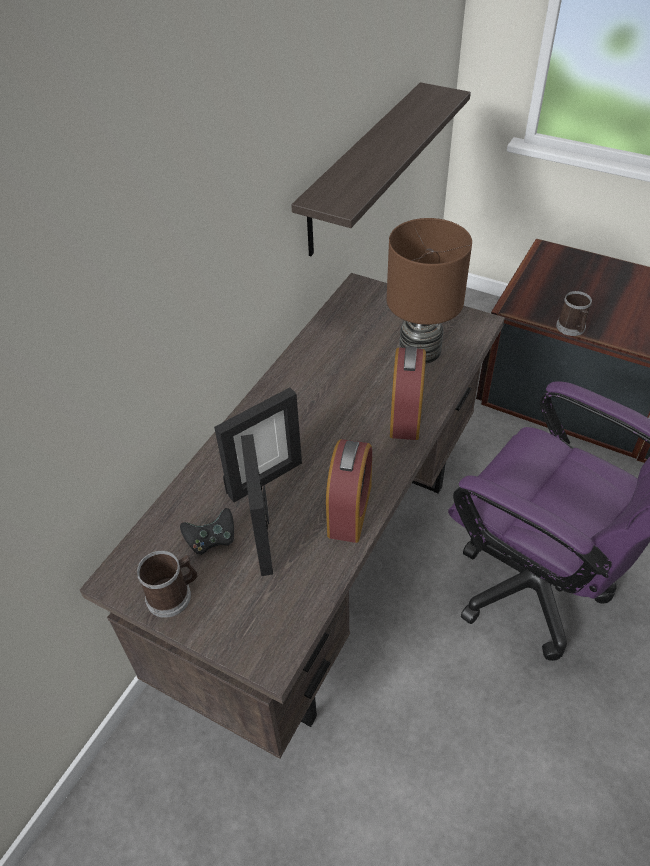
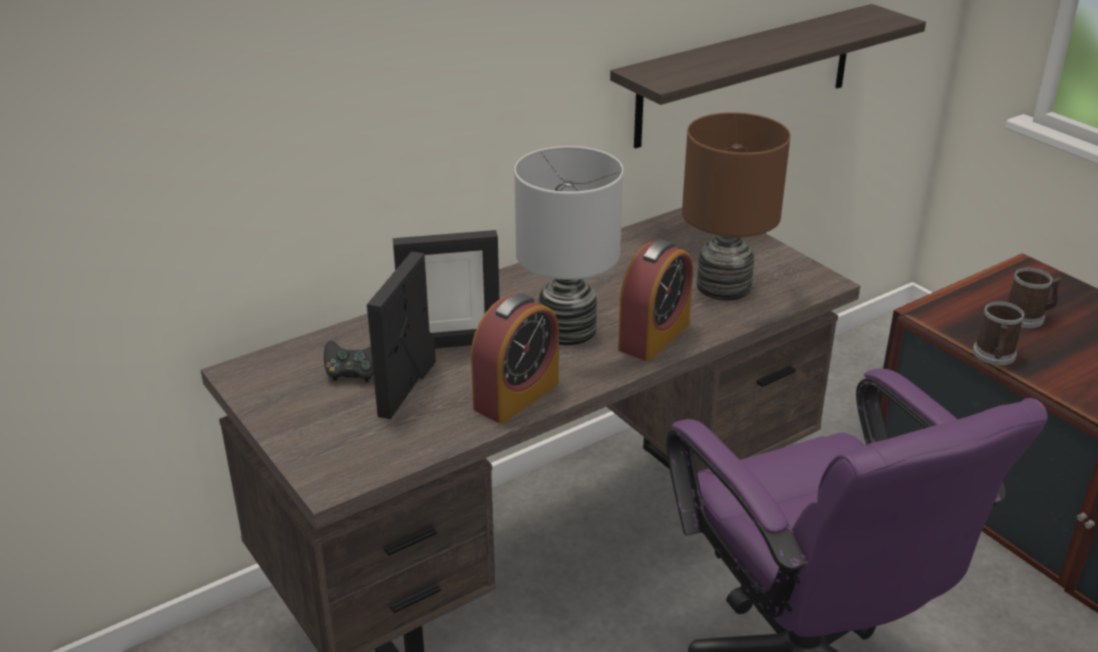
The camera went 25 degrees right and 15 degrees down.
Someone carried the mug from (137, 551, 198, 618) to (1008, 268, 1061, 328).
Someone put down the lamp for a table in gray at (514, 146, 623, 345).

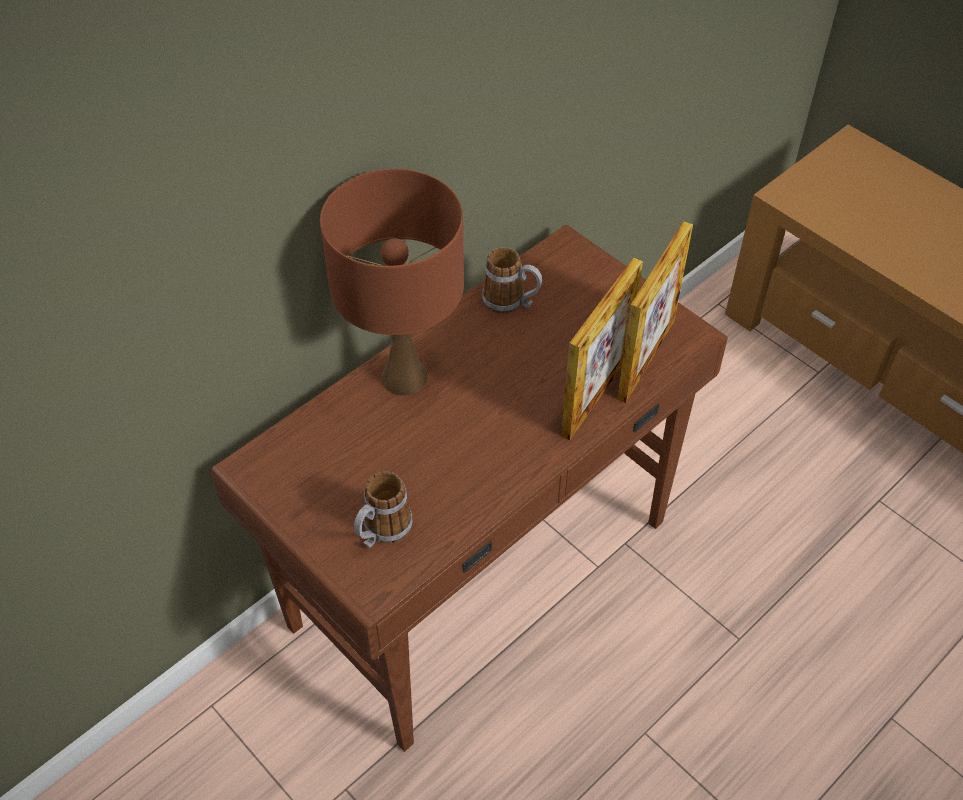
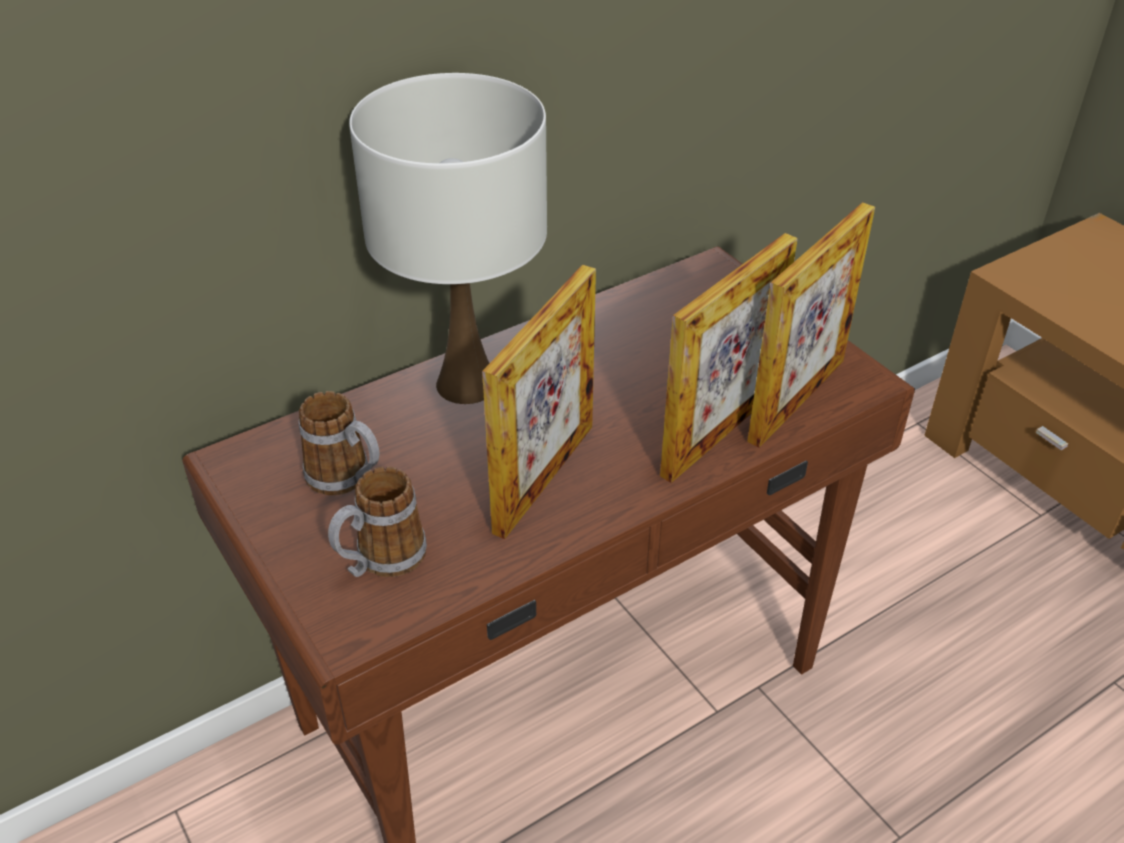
The camera went 10 degrees right and 10 degrees down.
Someone repainted the lamp for a table in brownish at (320, 169, 464, 396), which became the lamp for a table in white at (349, 73, 547, 404).
Someone carried the mug from (482, 247, 542, 314) to (299, 391, 380, 495).
Someone put down the standing frame at (482, 264, 596, 539).

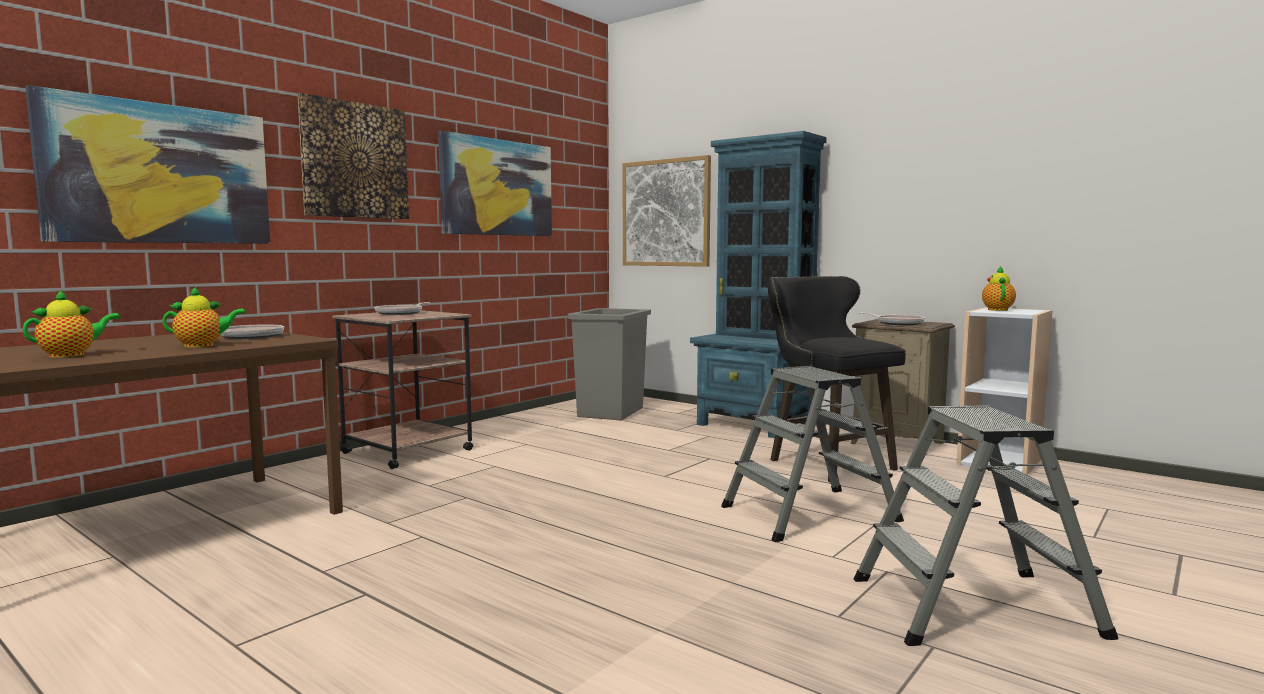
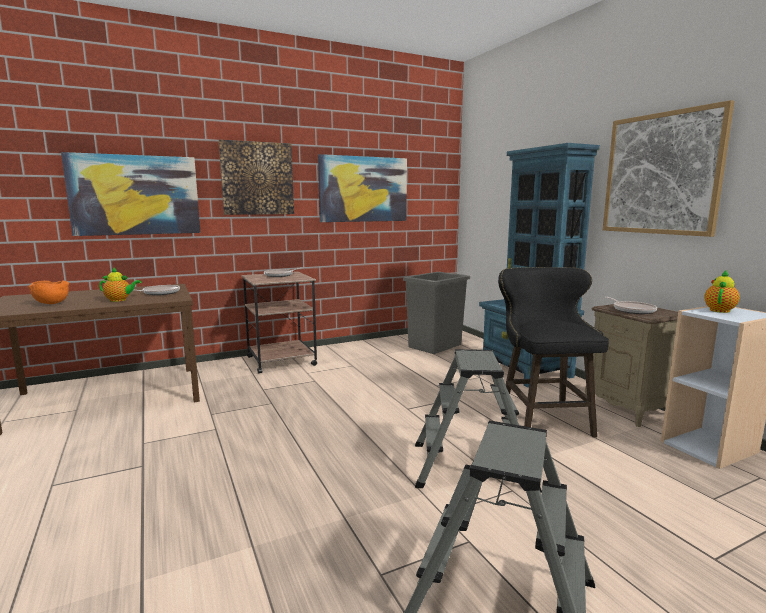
The camera went 25 degrees right and 5 degrees up.
Someone carried the wall art from (623, 155, 711, 267) to (603, 100, 735, 237).
Someone swapped the teapot at (23, 290, 121, 358) for the serving bowl in orange at (28, 280, 69, 304).

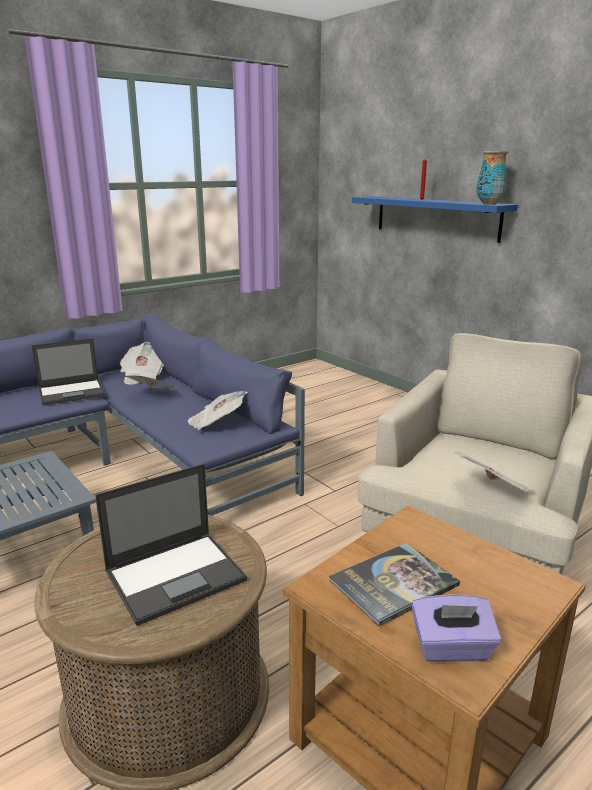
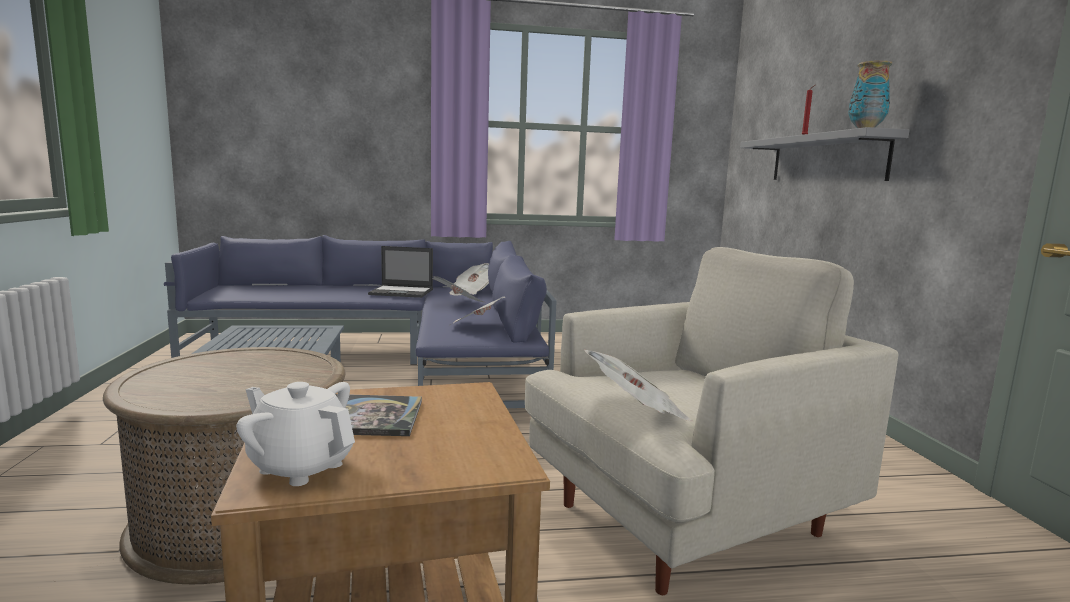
The camera went 30 degrees right and 10 degrees down.
Someone repainted the bracket shelf in blue at (352, 196, 518, 243), which became the bracket shelf in gray at (740, 127, 910, 181).
Someone took away the notebook computer at (95, 464, 247, 626).
Someone swapped the tissue box in purple-coloured at (411, 594, 501, 662) for the teapot in white at (236, 382, 355, 486).

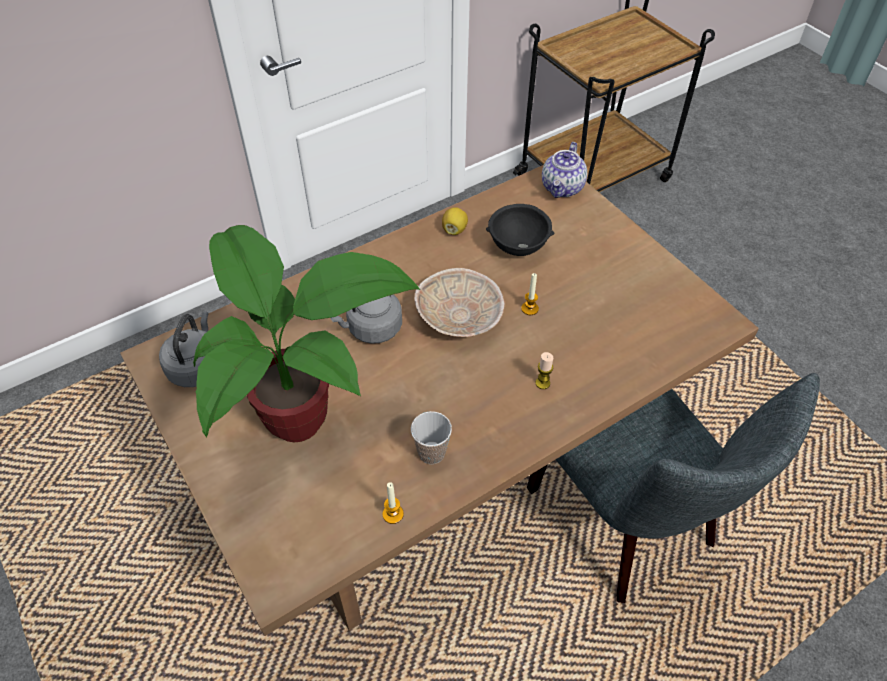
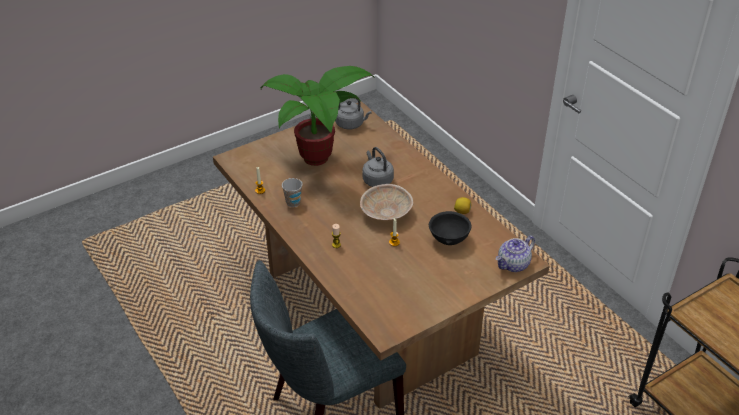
The camera went 90 degrees right and 10 degrees down.
Someone rotated the teapot at (542, 142, 587, 198) by 60 degrees counterclockwise.

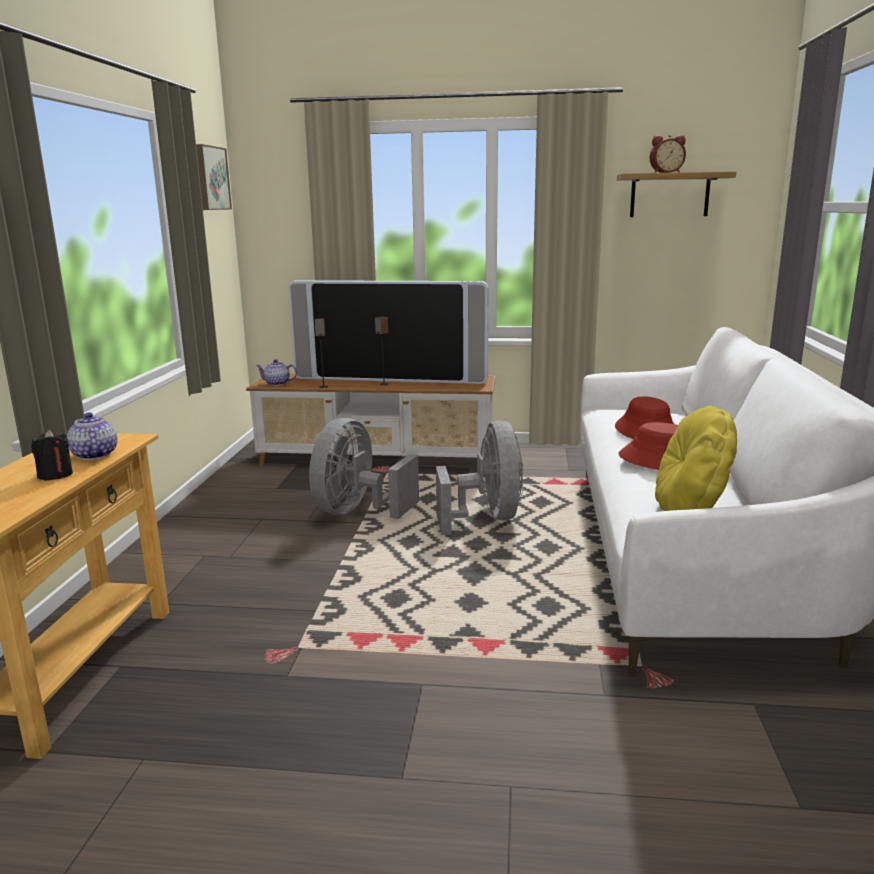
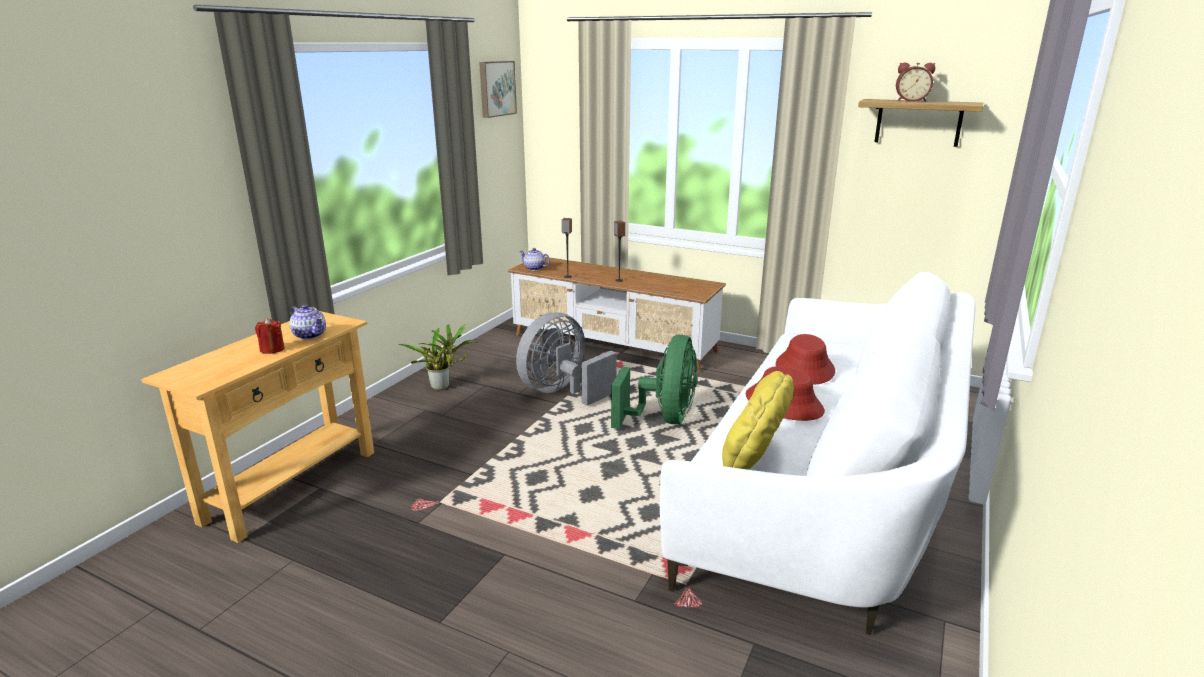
The camera went 20 degrees right and 5 degrees up.
Someone took away the television at (288, 280, 489, 384).
Someone rotated the teapot at (67, 412, 117, 460) by 135 degrees clockwise.
Someone repainted the fan in gray at (436, 421, 523, 535), which became the fan in greenish at (611, 334, 698, 429).
Someone repainted the candle in black at (31, 430, 73, 481), which became the candle in reddish at (255, 318, 285, 354).
Someone put down the potted plant at (398, 324, 478, 390).

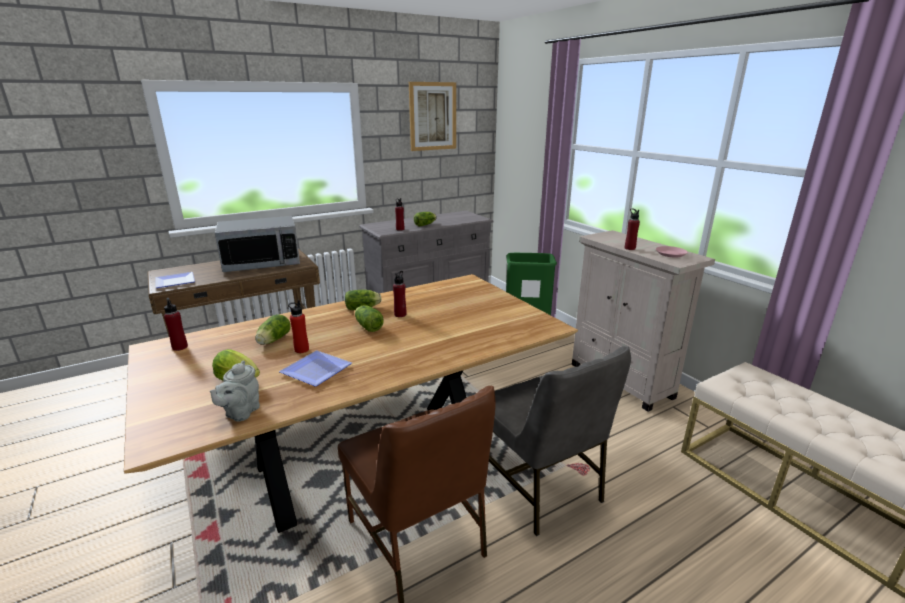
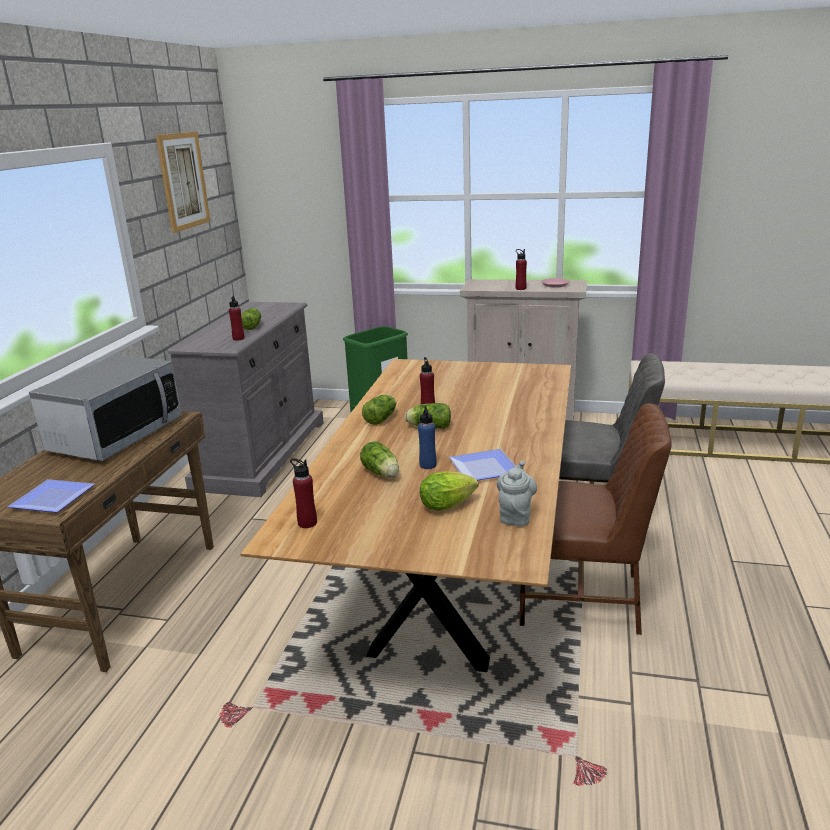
The camera went 45 degrees left and 0 degrees up.
Someone repainted the drink bottle in reddish at (288, 301, 309, 353), which became the drink bottle in blue at (418, 406, 436, 469).
Someone rotated the teapot in gray at (210, 361, 260, 422) by 135 degrees counterclockwise.

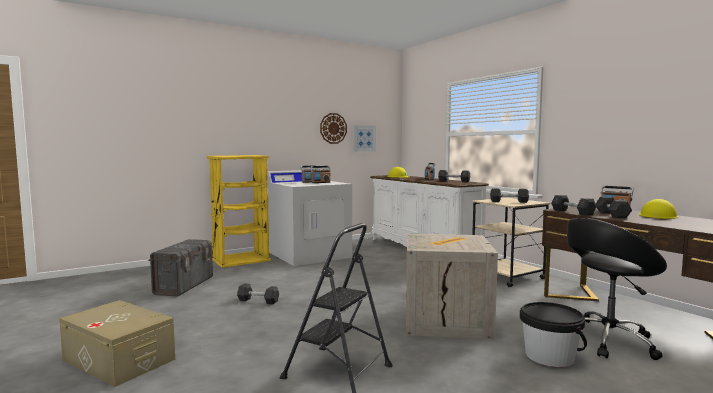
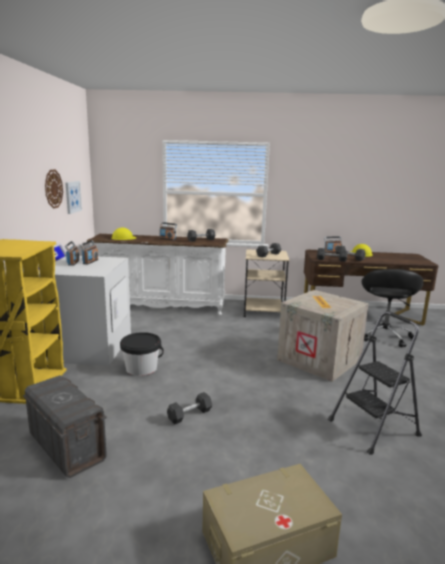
The camera went 55 degrees left and 10 degrees up.
Someone carried the water bucket in black from (520, 302, 587, 367) to (120, 332, 164, 376).

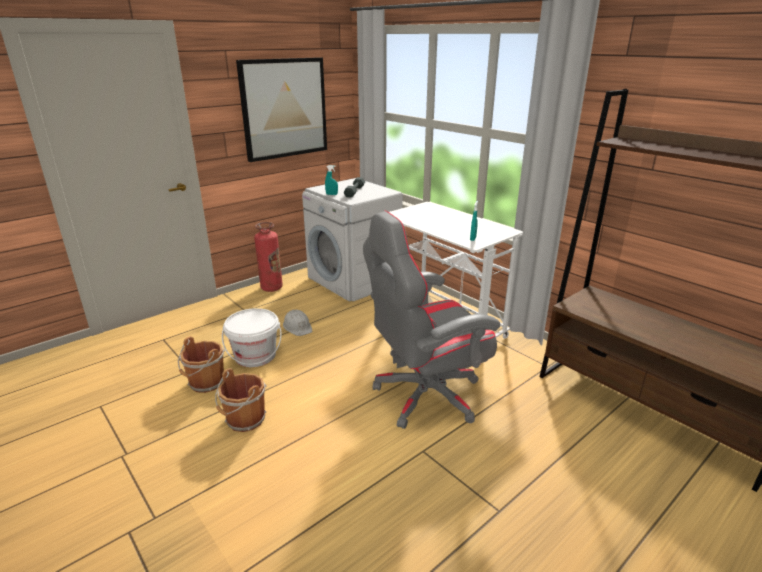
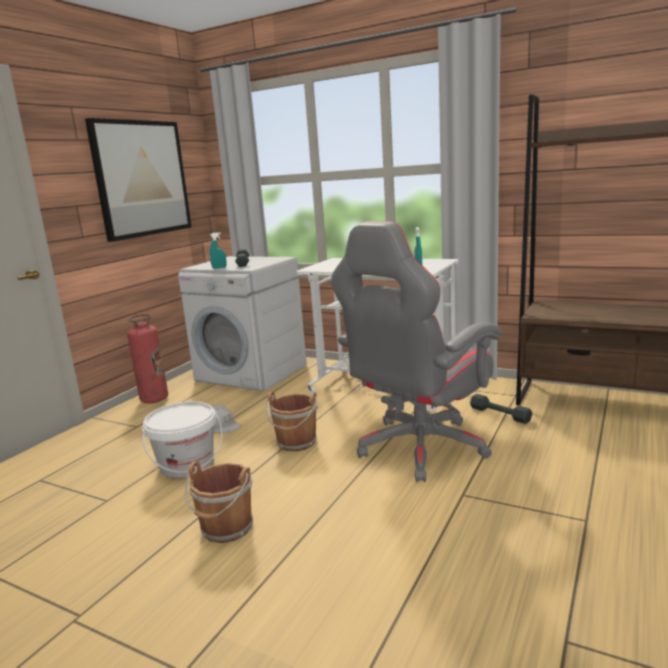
The camera went 20 degrees left and 10 degrees down.
Someone carried the water bucket in brownish from (178, 337, 225, 393) to (266, 391, 318, 451).
Someone put down the dumbbell in gray at (470, 394, 532, 424).

